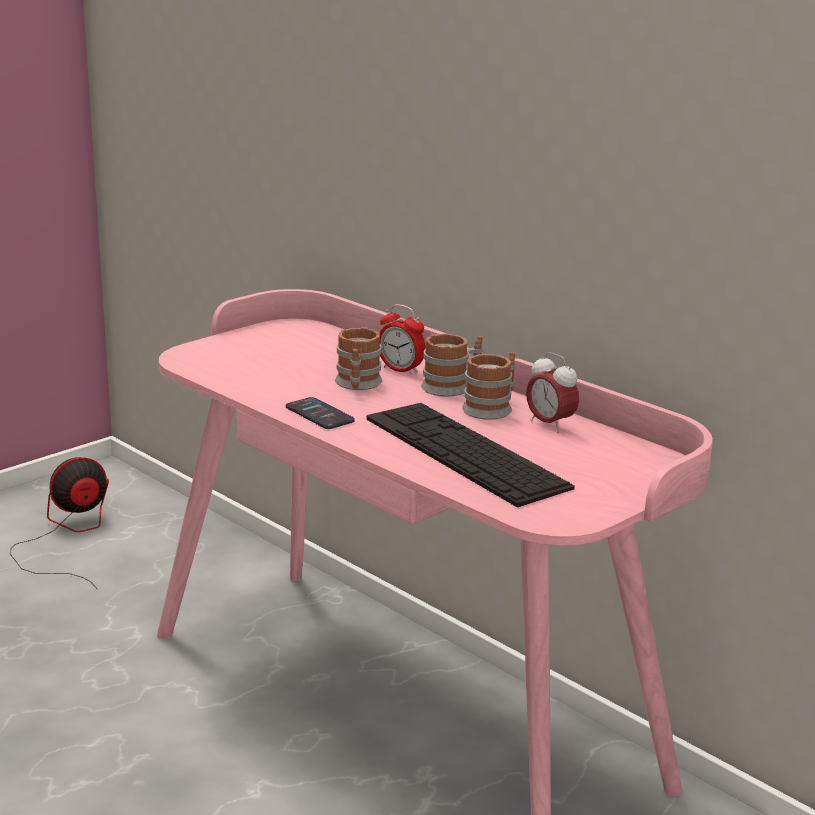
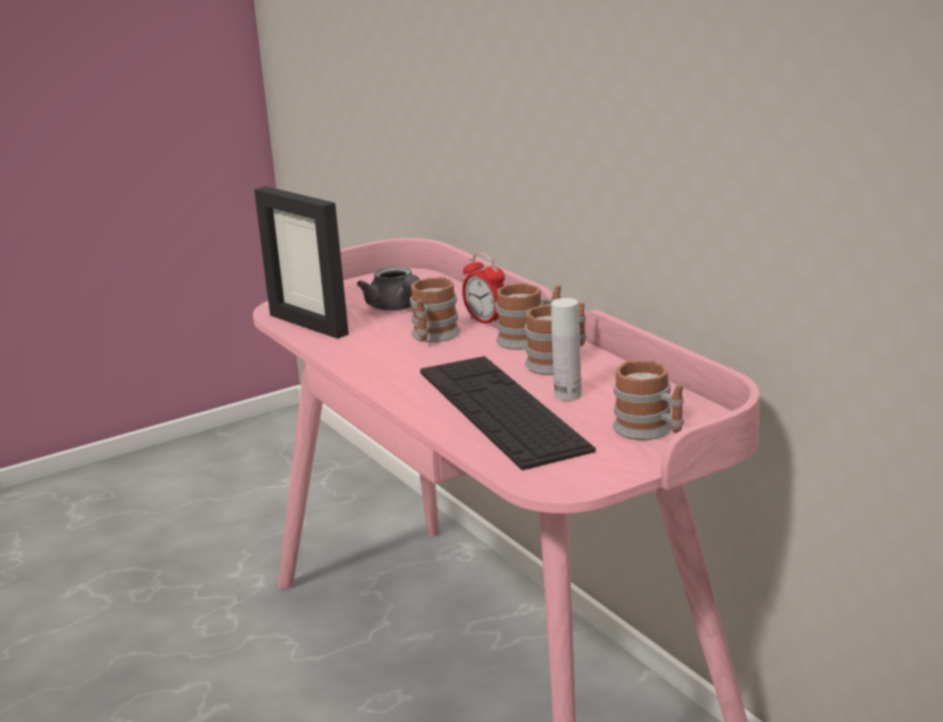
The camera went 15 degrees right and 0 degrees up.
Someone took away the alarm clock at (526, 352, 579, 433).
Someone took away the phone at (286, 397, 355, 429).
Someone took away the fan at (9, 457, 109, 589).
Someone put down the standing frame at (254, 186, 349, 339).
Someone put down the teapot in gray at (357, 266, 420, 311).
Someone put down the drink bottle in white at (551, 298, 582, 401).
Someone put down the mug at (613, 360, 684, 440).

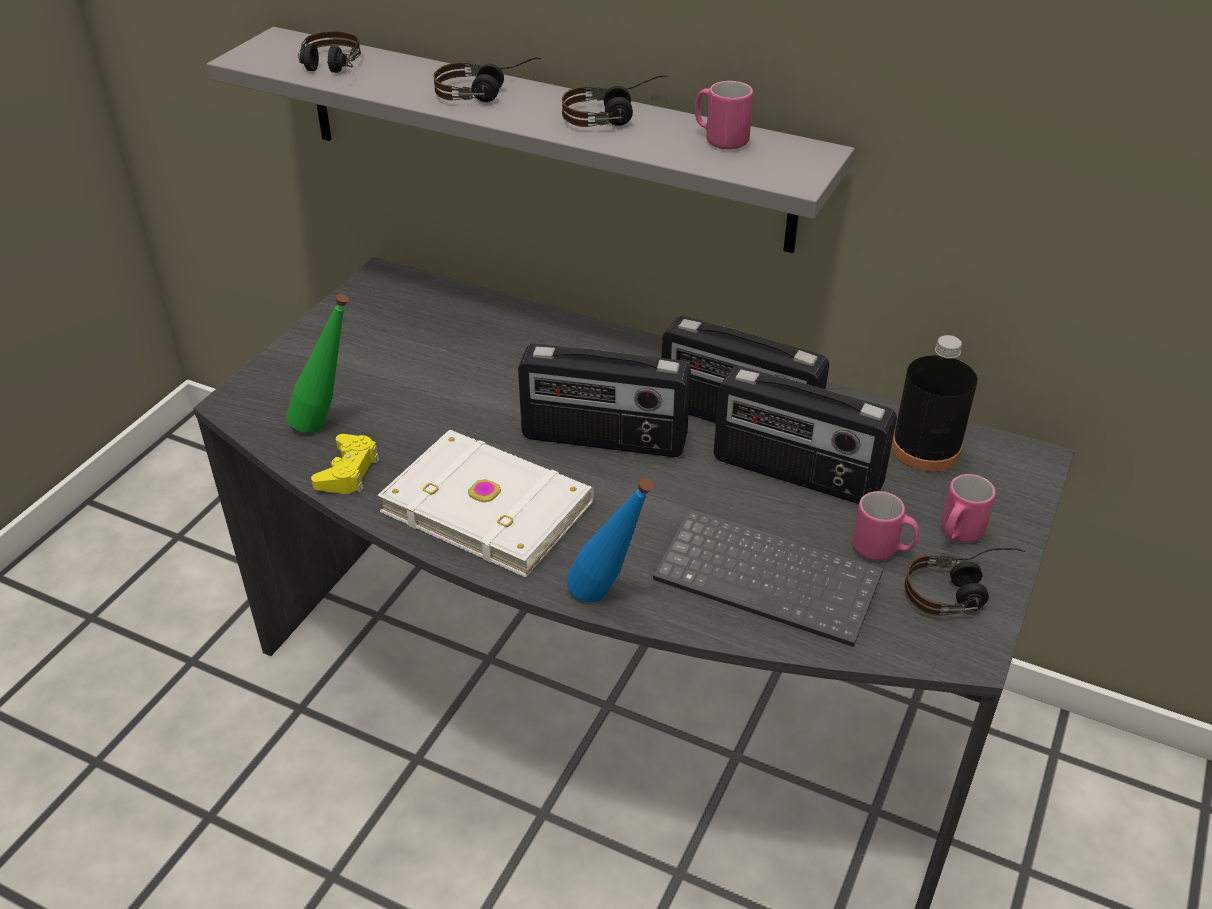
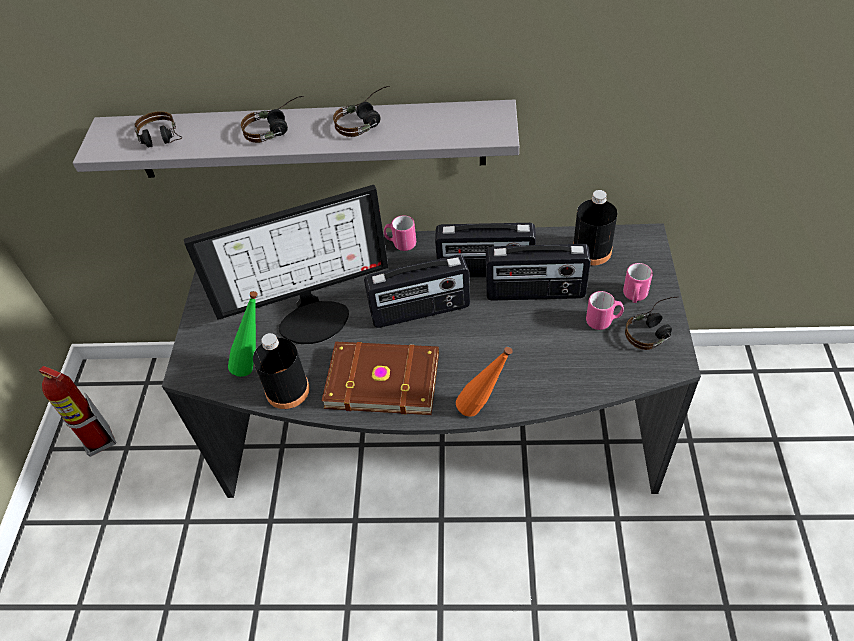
The camera went 20 degrees left and 10 degrees up.
Someone carried the mug in pink from (694, 81, 753, 150) to (384, 215, 416, 251).
Someone repainted the book in white at (377, 429, 594, 577), which became the book in brownish at (322, 342, 439, 415).
Someone swapped the gamepad in yellow at (311, 434, 380, 494) for the drink bottle in black at (253, 333, 310, 409).
Someone repainted the drink bottle in blue at (566, 478, 653, 603), which became the drink bottle in orange at (456, 347, 513, 417).
Someone took away the computer keyboard at (653, 508, 883, 647).
Someone put down the computer screen at (184, 185, 388, 344).
Someone put down the extinguisher at (38, 366, 116, 457).

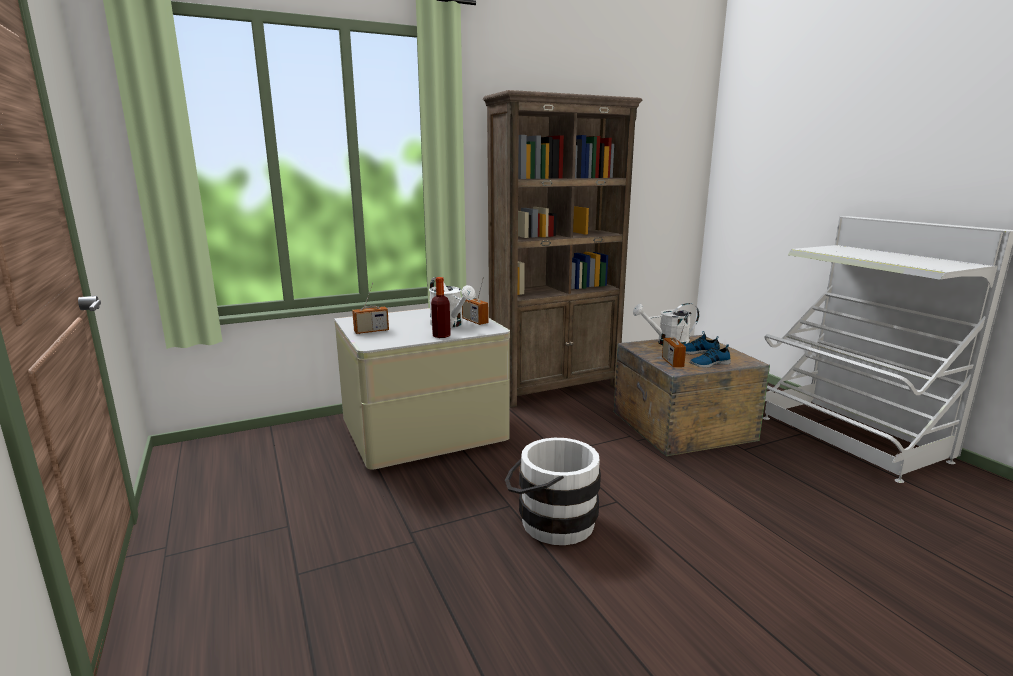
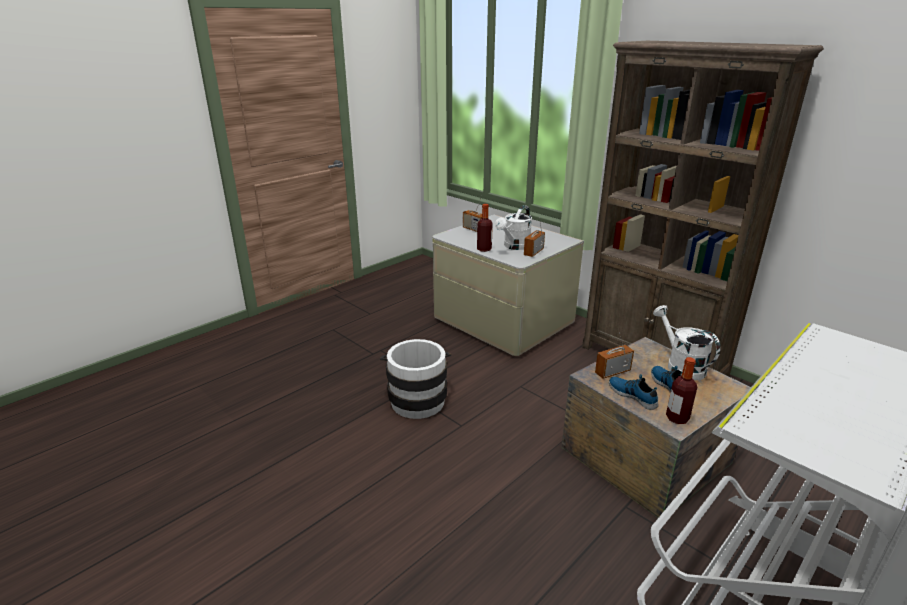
The camera went 70 degrees right and 10 degrees up.
Someone put down the drink bottle at (666, 357, 697, 424).

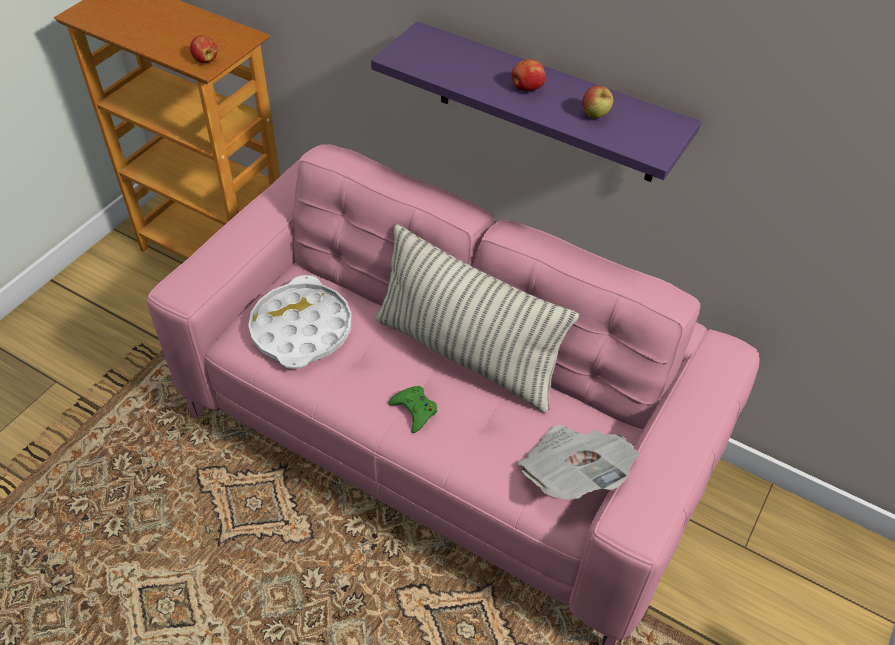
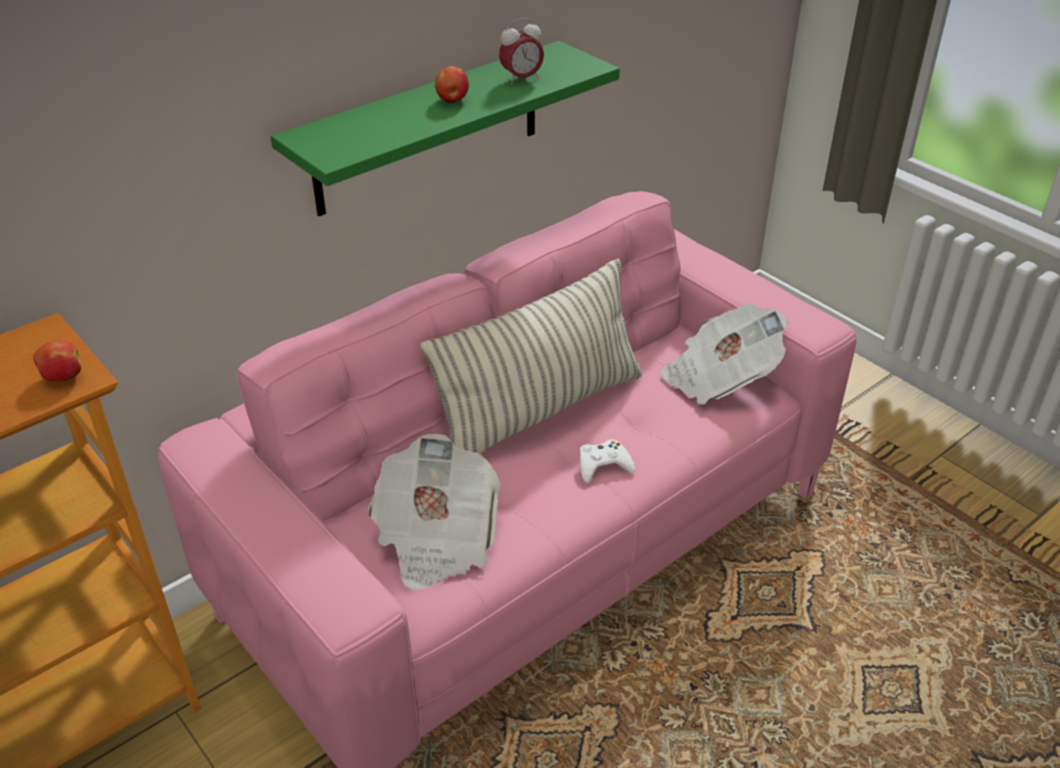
The camera went 70 degrees left and 10 degrees down.
Someone repainted the bracket shelf in purple-coloured at (371, 21, 701, 182), which became the bracket shelf in greenish at (270, 41, 620, 216).
Someone swapped the apple at (582, 86, 613, 118) for the alarm clock at (499, 18, 544, 85).
Someone swapped the serving tray in white at (248, 275, 352, 369) for the printed paper at (368, 434, 500, 590).
Someone repainted the gamepad in greenish at (389, 386, 437, 433), which became the gamepad in white at (580, 439, 635, 484).

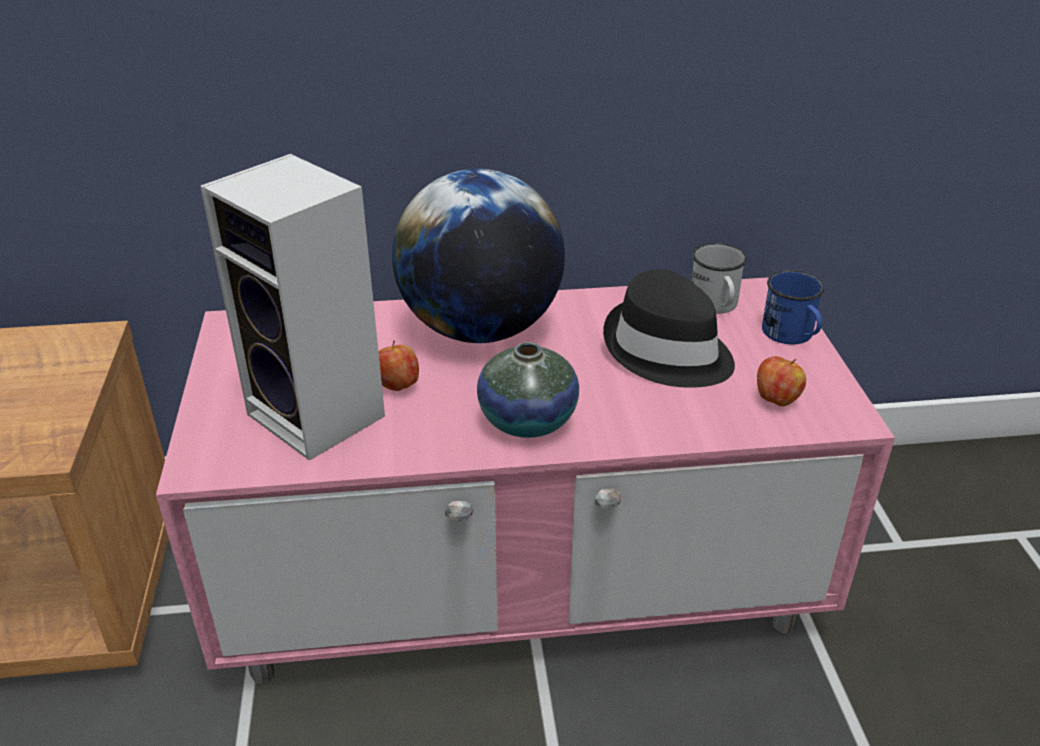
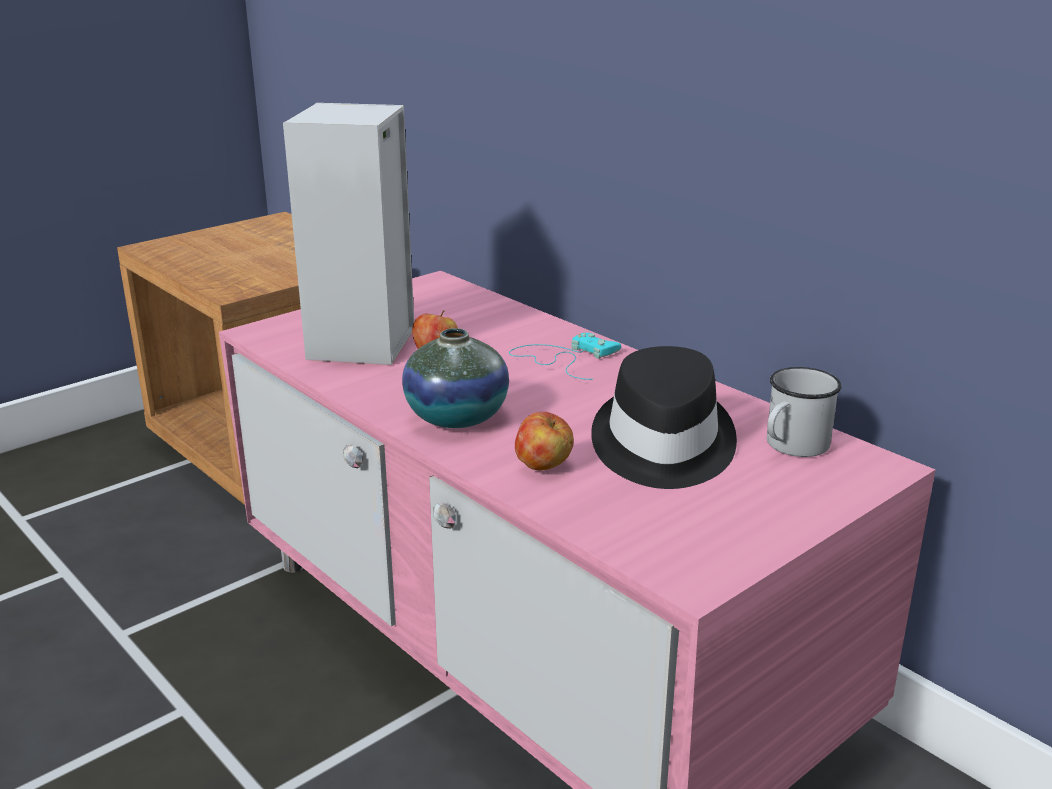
The camera went 55 degrees right and 10 degrees down.
Someone swapped the world globe at (392, 169, 565, 343) for the gamepad in turquoise-coloured at (509, 333, 621, 380).
Someone took away the mug in blue at (762, 270, 825, 344).
Someone carried the apple from (757, 356, 806, 406) to (515, 412, 574, 471).

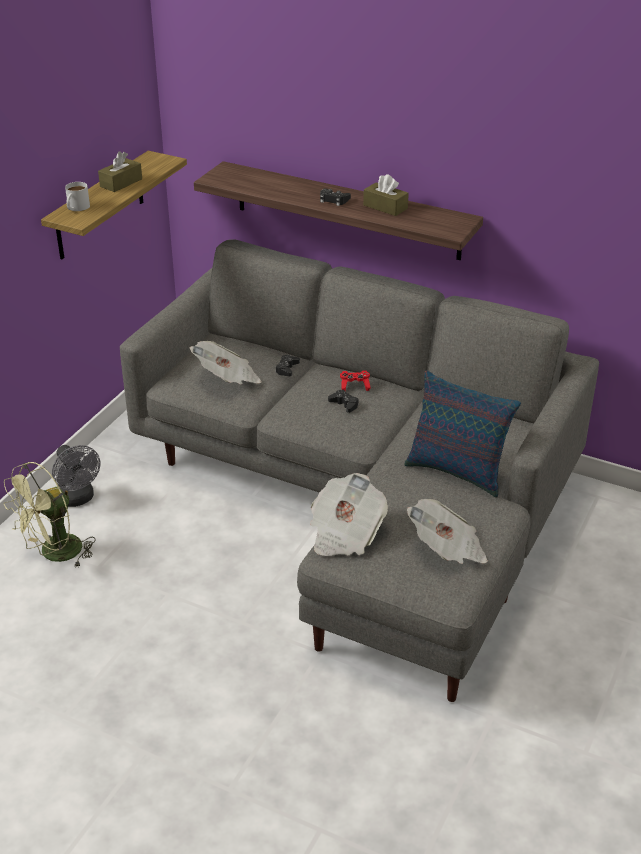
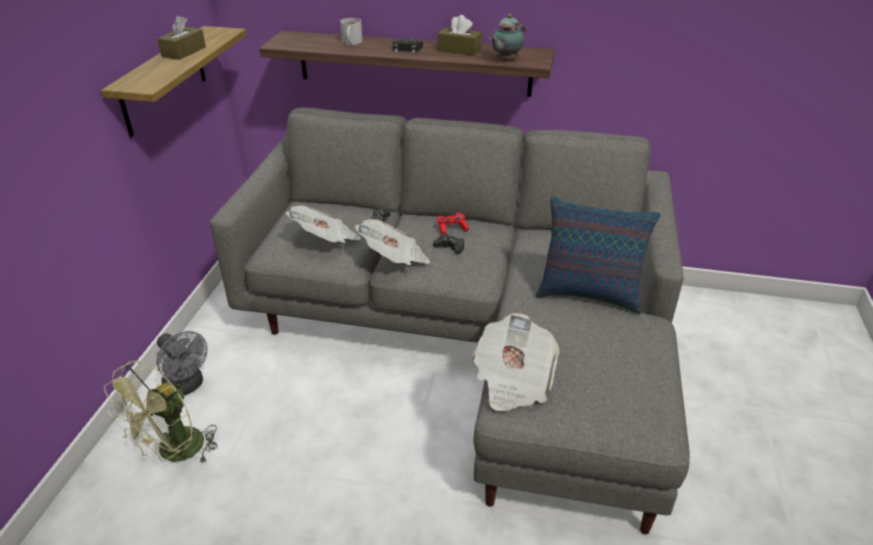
The camera went 15 degrees left and 0 degrees up.
Someone carried the mug in white from (65, 182, 90, 211) to (340, 18, 362, 45).
Someone carried the printed paper from (407, 499, 488, 564) to (355, 219, 430, 265).
Someone put down the teapot at (489, 14, 525, 61).

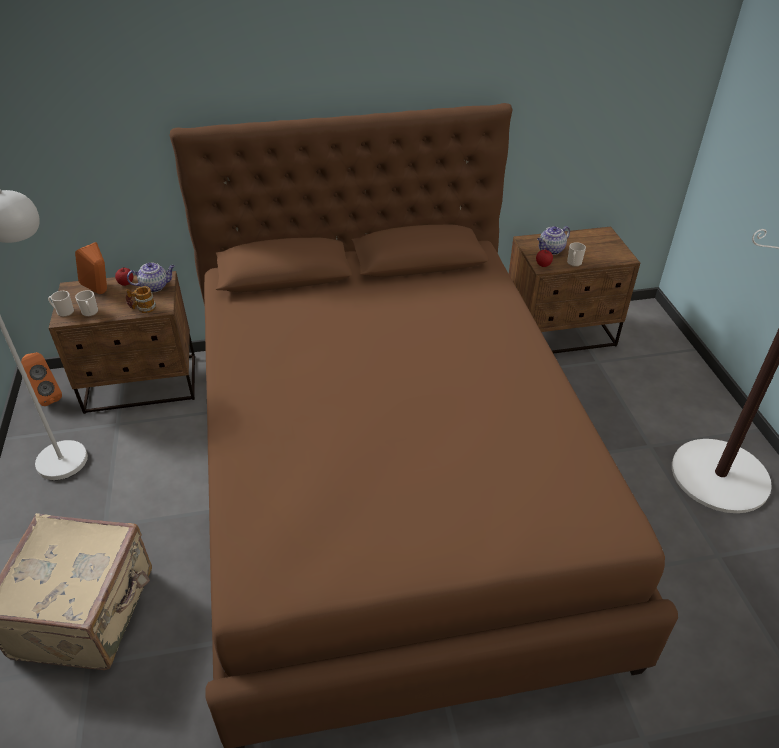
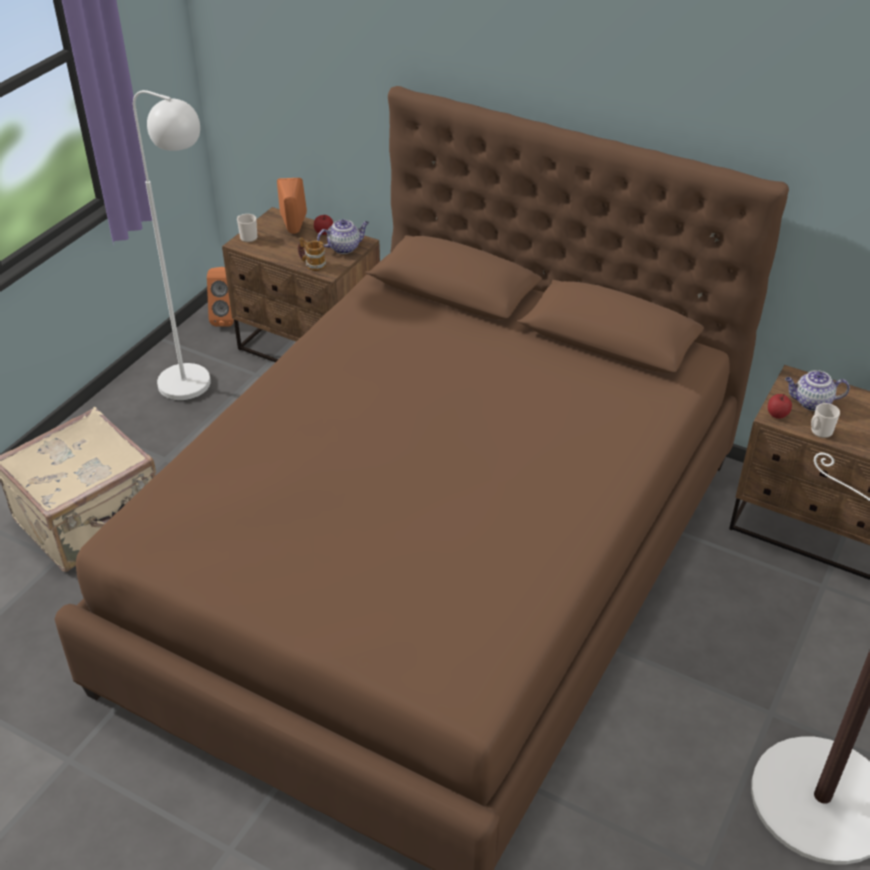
The camera went 40 degrees right and 0 degrees up.
Someone rotated the teapot at (127, 263, 175, 292) by 45 degrees counterclockwise.
Someone took away the mug at (75, 290, 98, 317).

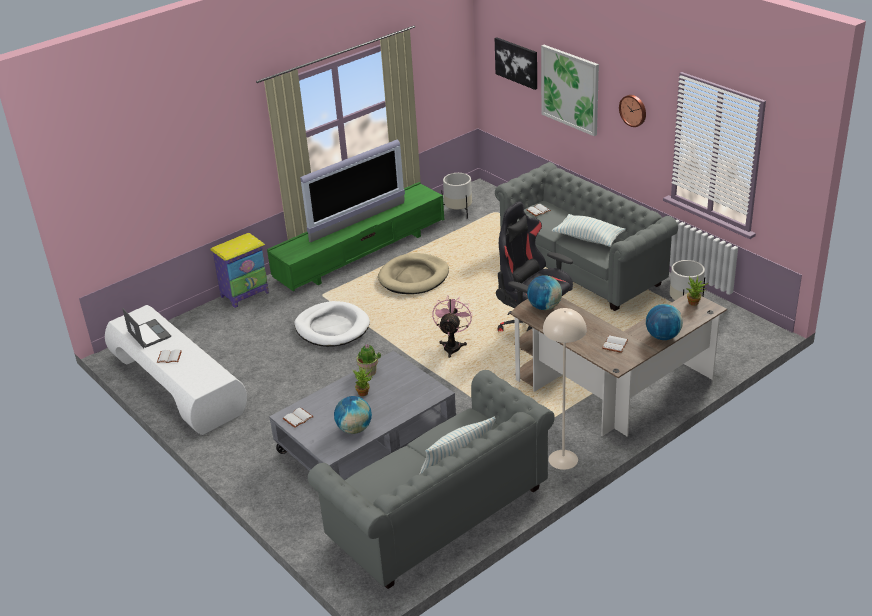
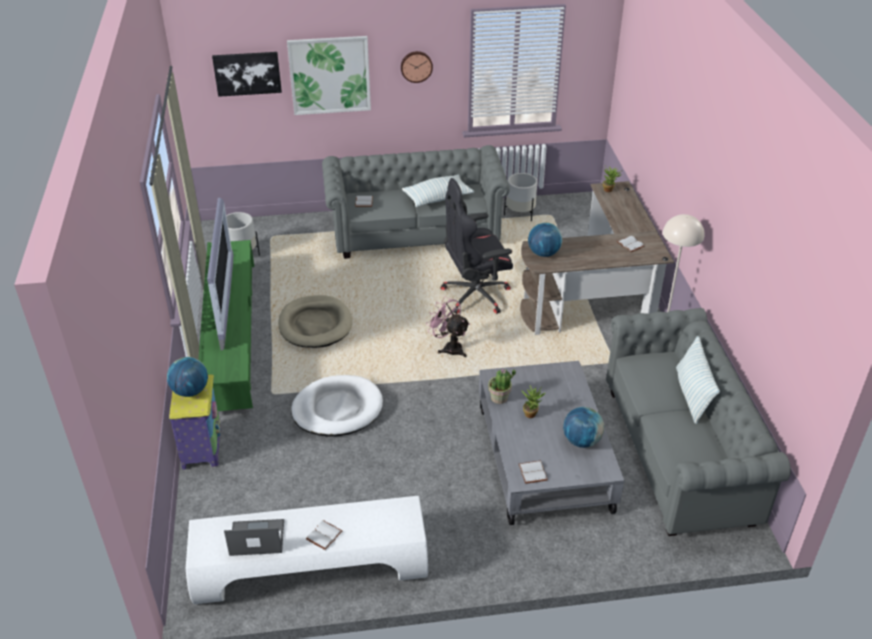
The camera went 60 degrees left and 5 degrees up.
Someone carried the world globe from (646, 304, 683, 340) to (167, 357, 208, 397).

